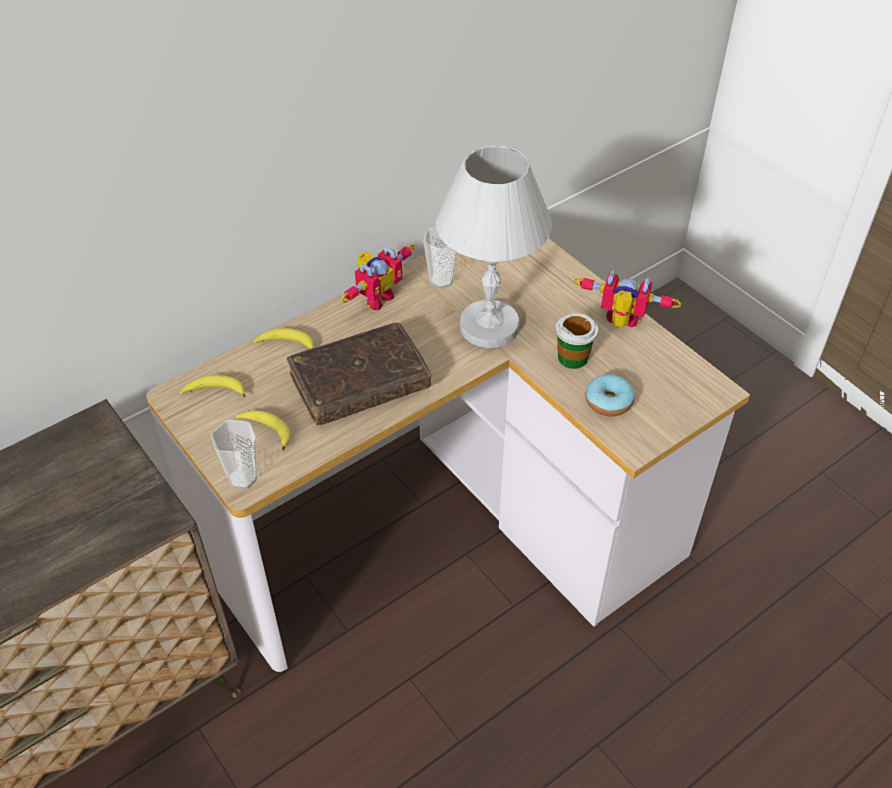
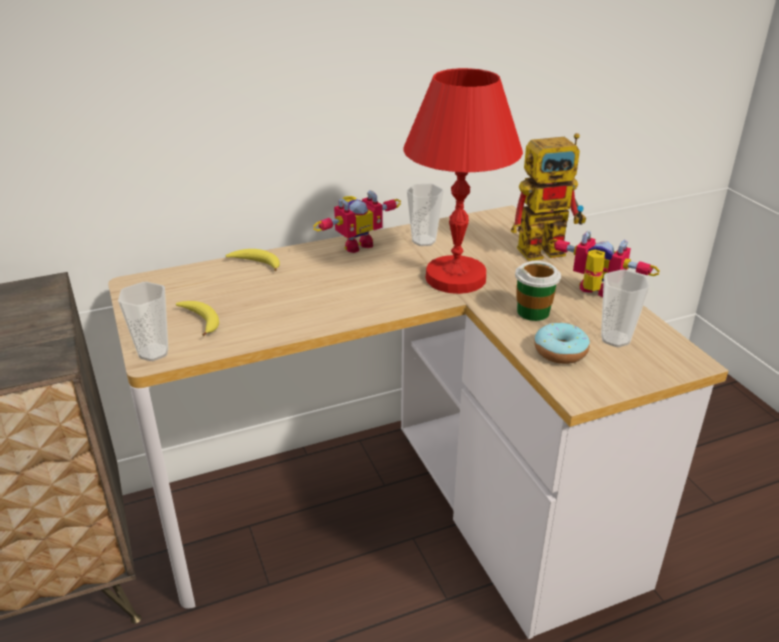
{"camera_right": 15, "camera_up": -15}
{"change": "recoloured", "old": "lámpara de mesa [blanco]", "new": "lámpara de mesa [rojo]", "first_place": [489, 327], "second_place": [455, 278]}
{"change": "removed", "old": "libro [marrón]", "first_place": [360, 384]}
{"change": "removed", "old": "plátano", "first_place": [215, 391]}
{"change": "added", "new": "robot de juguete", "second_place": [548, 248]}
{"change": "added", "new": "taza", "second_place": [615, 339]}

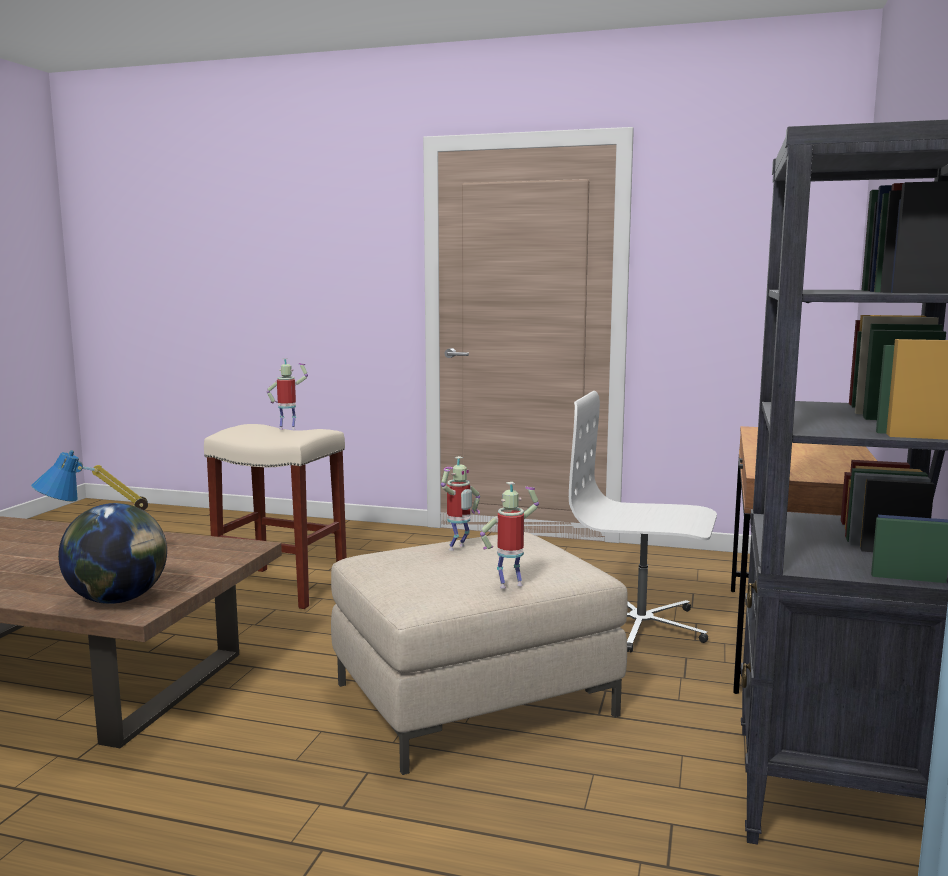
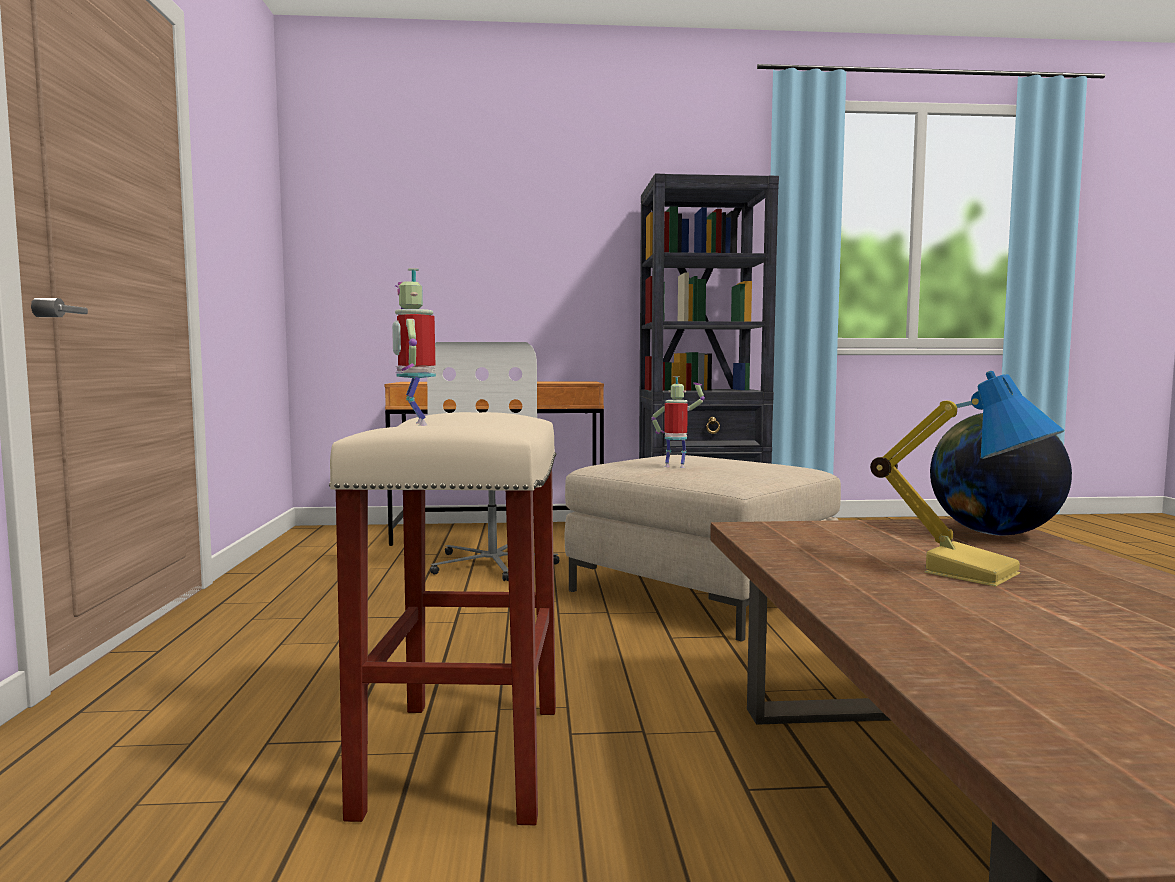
{"camera_right": -110, "camera_up": -5}
{"change": "removed", "old": "robot de juguete", "first_place": [510, 584]}

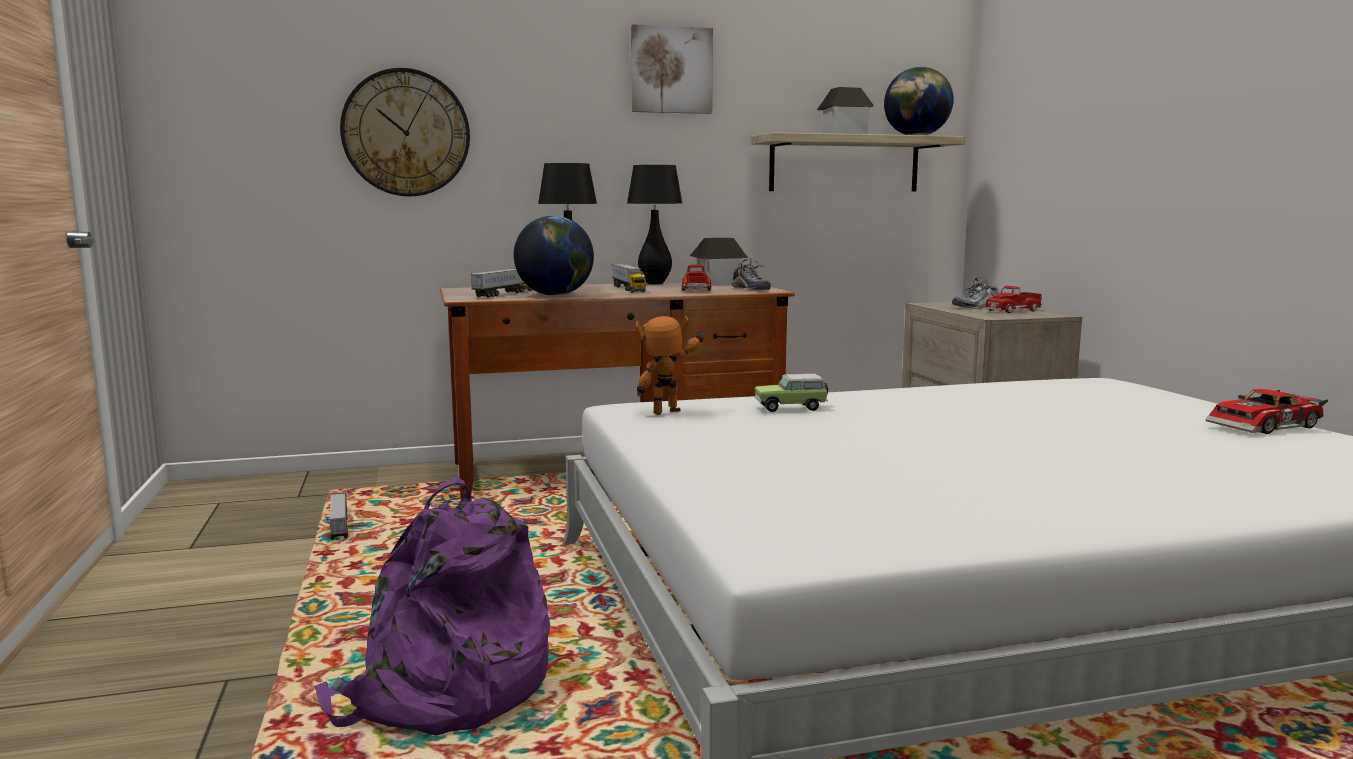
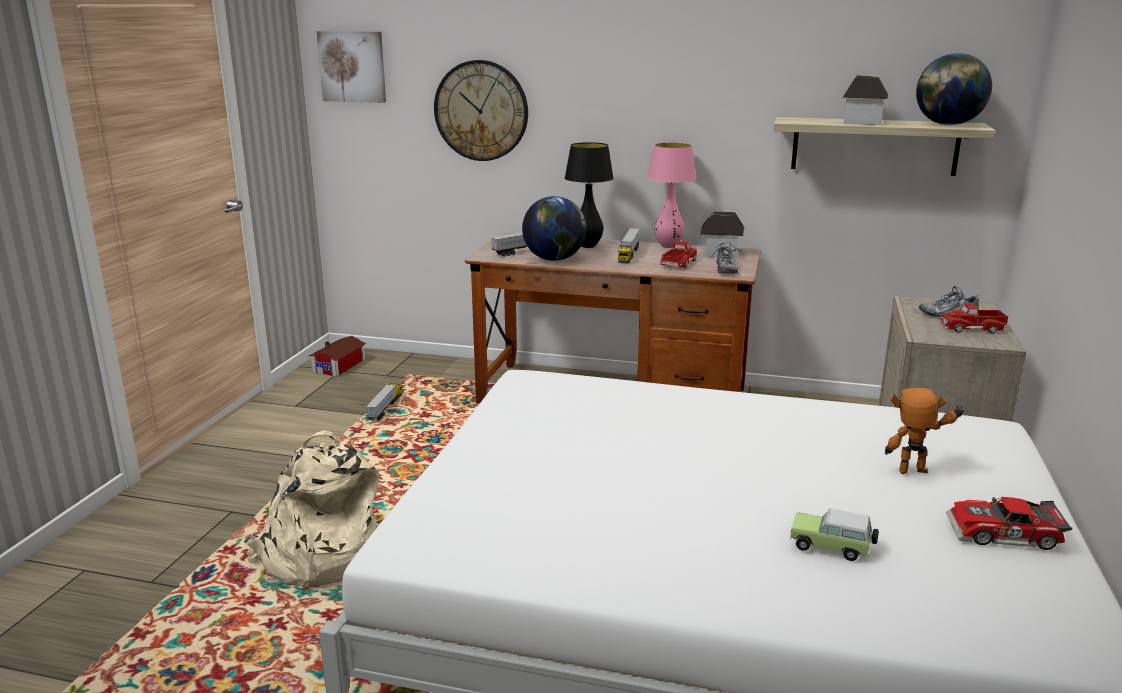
{"camera_right": 30, "camera_up": 10}
{"change": "moved", "old": "cuadro", "first_place": [671, 70], "second_place": [353, 66]}
{"change": "recoloured", "old": "lámpara de mesa [negro]", "new": "lámpara de mesa [rosa]", "first_place": [655, 283], "second_place": [668, 246]}
{"change": "moved", "old": "robot de juguete", "first_place": [670, 413], "second_place": [915, 474]}
{"change": "moved", "old": "coche de juguete", "first_place": [792, 408], "second_place": [832, 547]}
{"change": "recoloured", "old": "mochila [morado]", "new": "mochila [beis]", "first_place": [444, 691], "second_place": [319, 556]}
{"change": "added", "new": "casita", "second_place": [341, 365]}

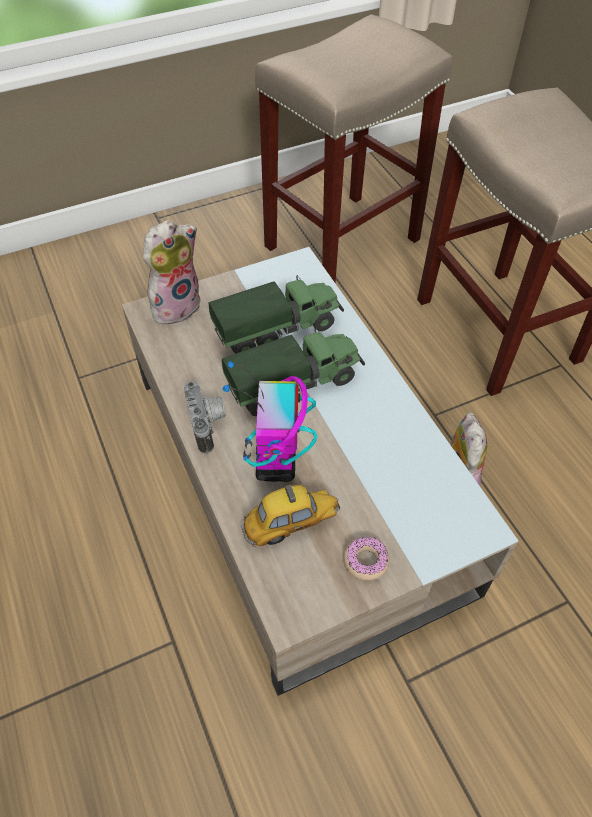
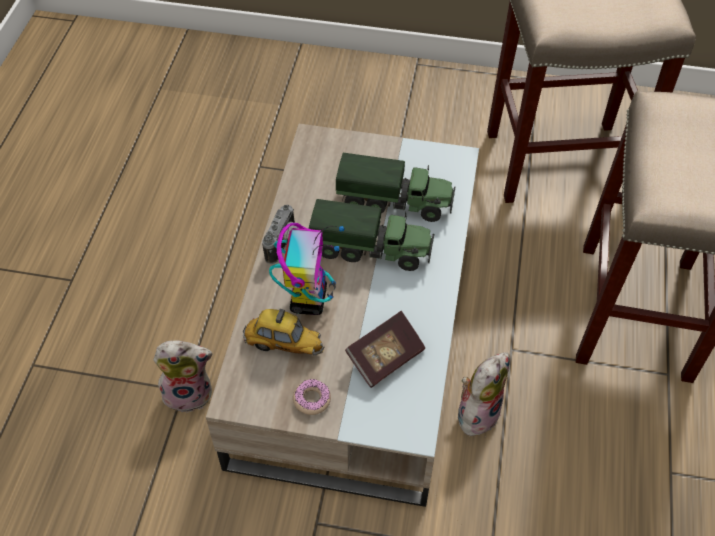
{"camera_right": 35, "camera_up": 0}
{"change": "moved", "old": "peluche", "first_place": [176, 305], "second_place": [189, 392]}
{"change": "turned", "old": "robot de juguete", "first_place": [276, 464], "second_place": [308, 298], "degrees": 150}
{"change": "added", "new": "libro", "second_place": [385, 357]}

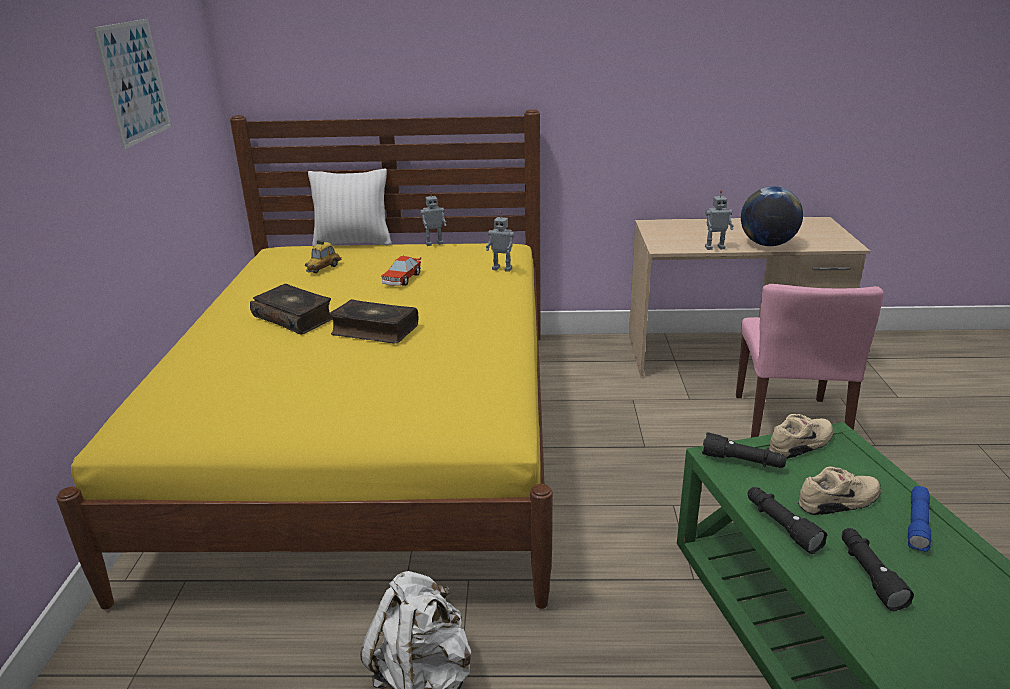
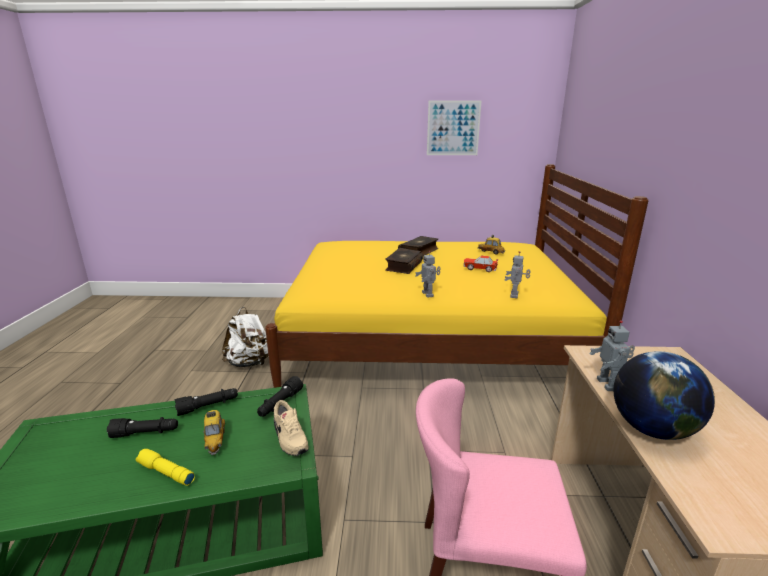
{"camera_right": 90, "camera_up": -5}
{"change": "removed", "old": "cojín [blanco]", "first_place": [353, 243]}
{"change": "moved", "old": "robot de juguete", "first_place": [434, 243], "second_place": [428, 294]}
{"change": "replaced", "old": "zapato [beis]", "new": "coche de juguete", "first_place": [839, 502], "second_place": [215, 440]}
{"change": "recoloured", "old": "linterna [azul]", "new": "linterna [amarillo]", "first_place": [918, 525], "second_place": [165, 473]}

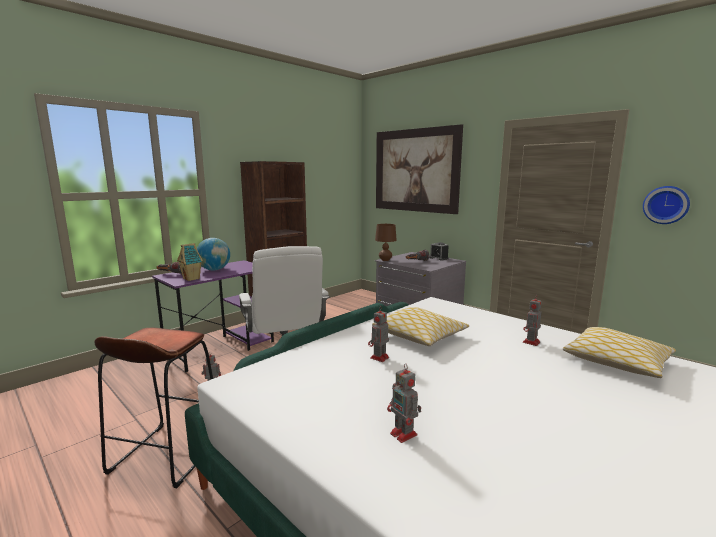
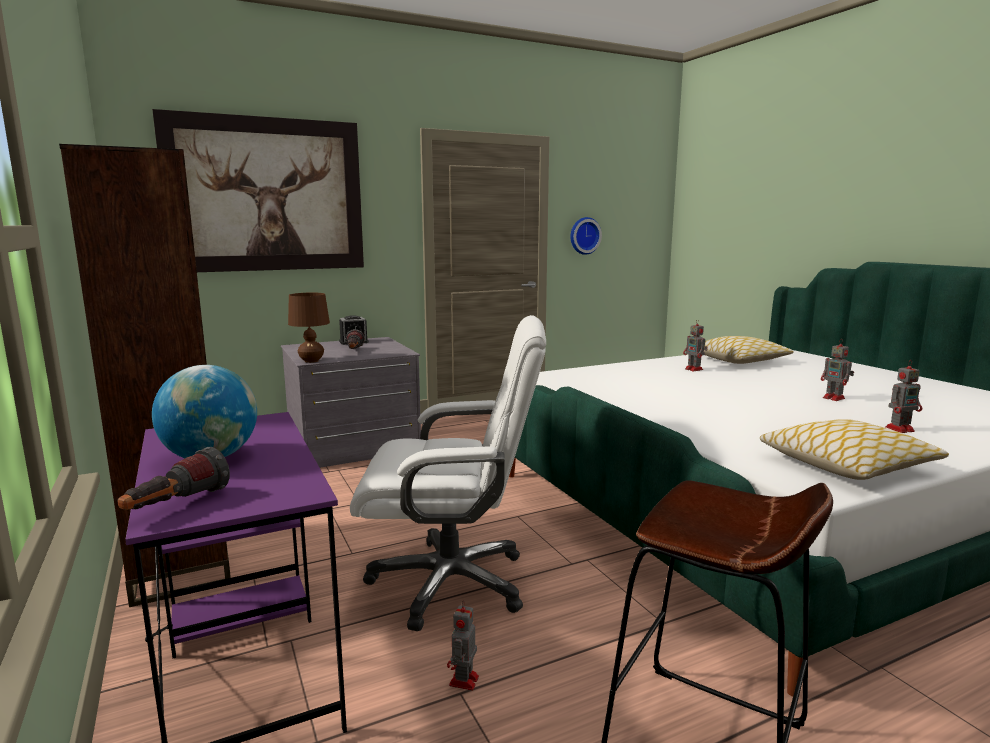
{"camera_right": -70, "camera_up": 0}
{"change": "removed", "old": "casita", "first_place": [192, 279]}
{"change": "moved", "old": "cojín", "first_place": [420, 336], "second_place": [846, 465]}
{"change": "moved", "old": "robot de juguete", "first_place": [379, 358], "second_place": [834, 398]}

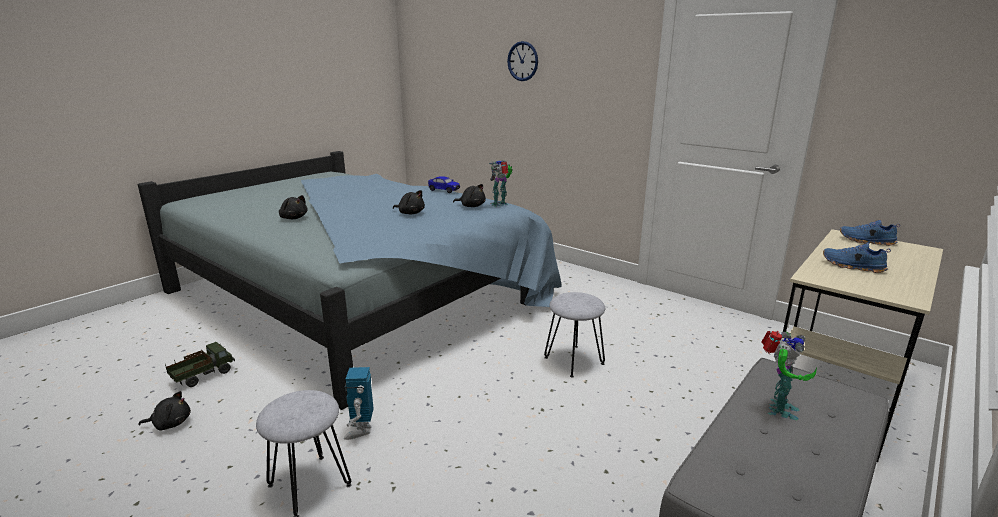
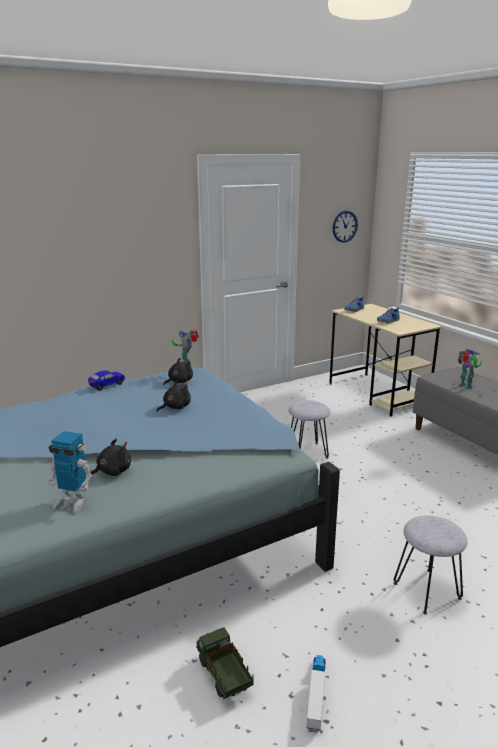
{"camera_right": -70, "camera_up": 0}
{"change": "moved", "old": "reloj de pared", "first_place": [522, 61], "second_place": [344, 226]}
{"change": "moved", "old": "robot de juguete", "first_place": [360, 430], "second_place": [72, 502]}
{"change": "replaced", "old": "peluche [negro]", "new": "camión de juguete", "first_place": [170, 423], "second_place": [316, 695]}

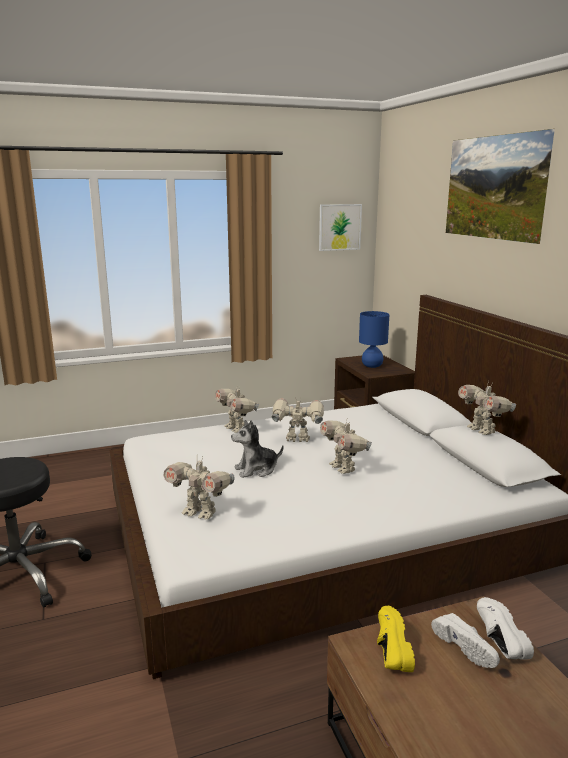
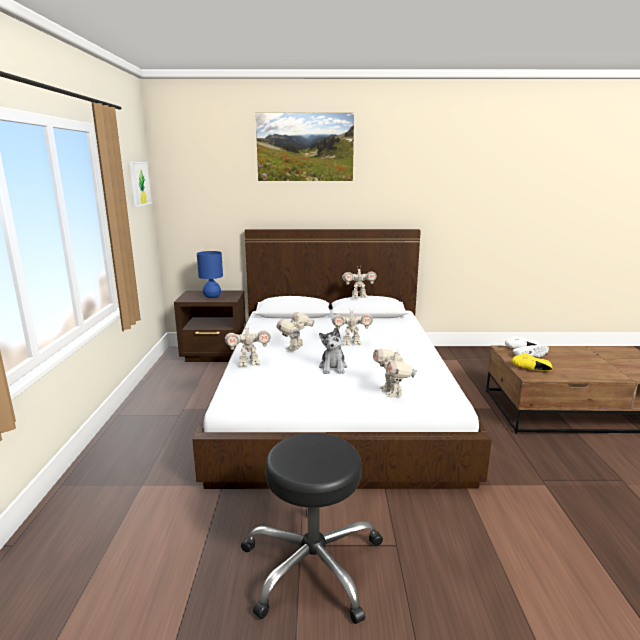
{"camera_right": -70, "camera_up": 0}
{"change": "turned", "old": "robot de juguete", "first_place": [200, 512], "second_place": [392, 392], "degrees": 120}

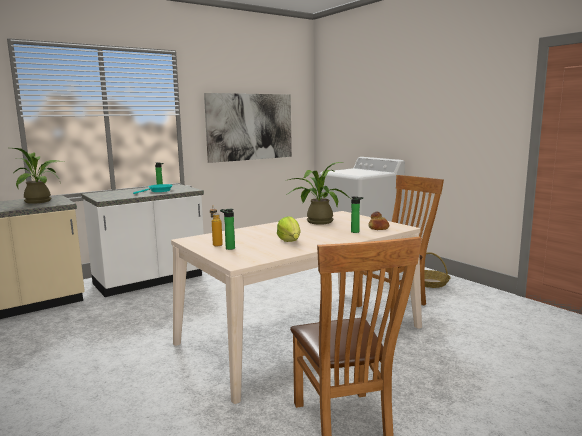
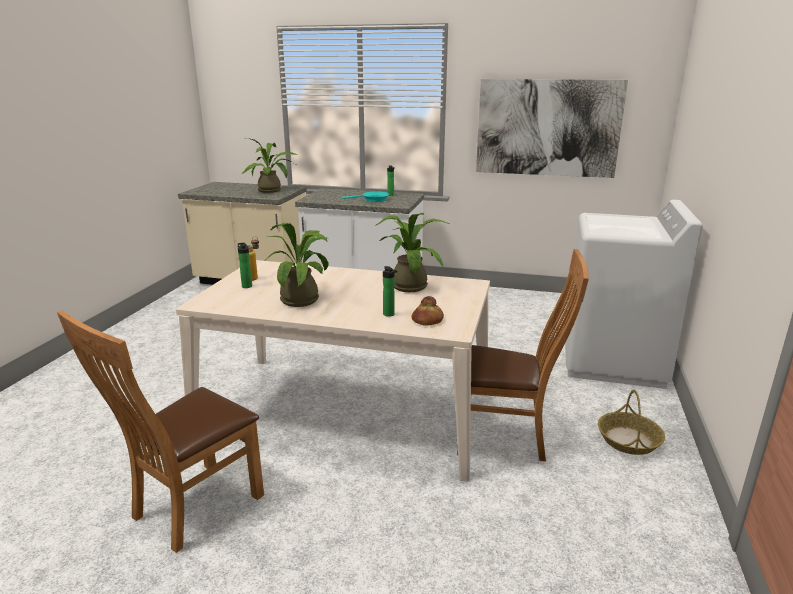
{"camera_right": 50, "camera_up": 10}
{"change": "replaced", "old": "lechuga", "new": "planta en maceta", "first_place": [290, 241], "second_place": [303, 299]}

